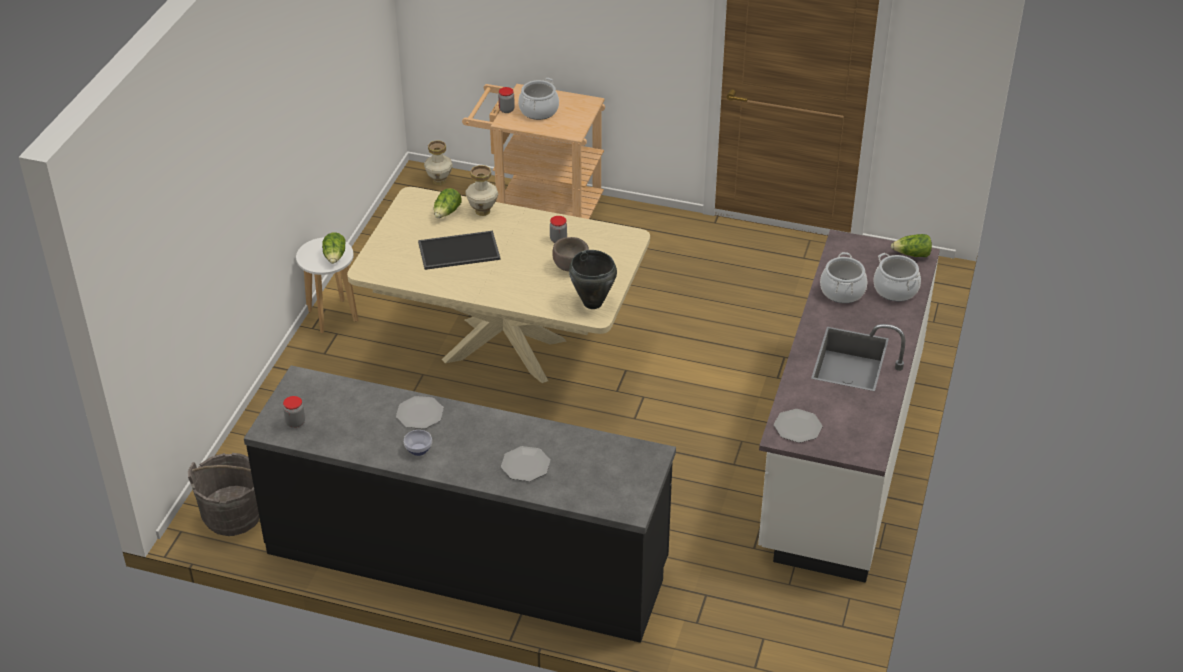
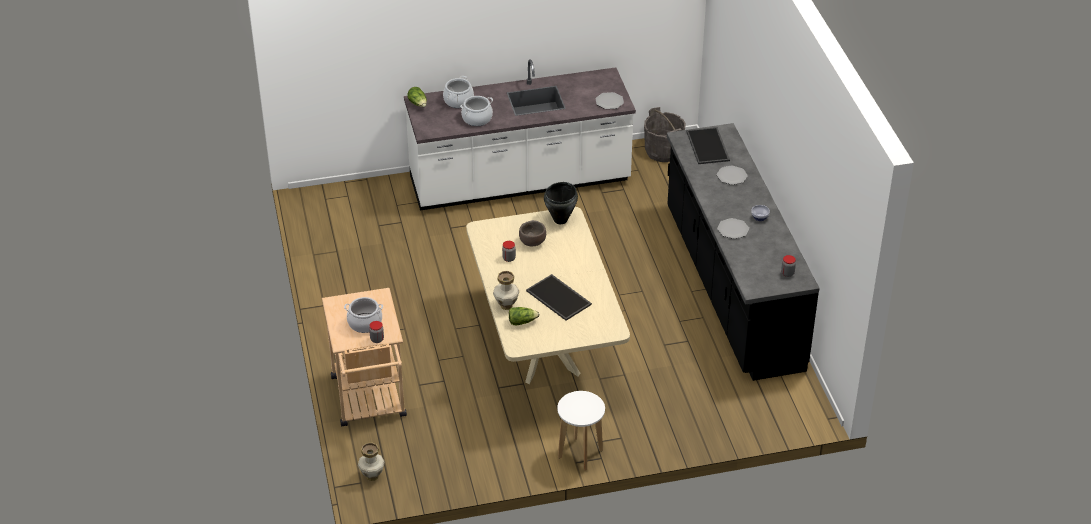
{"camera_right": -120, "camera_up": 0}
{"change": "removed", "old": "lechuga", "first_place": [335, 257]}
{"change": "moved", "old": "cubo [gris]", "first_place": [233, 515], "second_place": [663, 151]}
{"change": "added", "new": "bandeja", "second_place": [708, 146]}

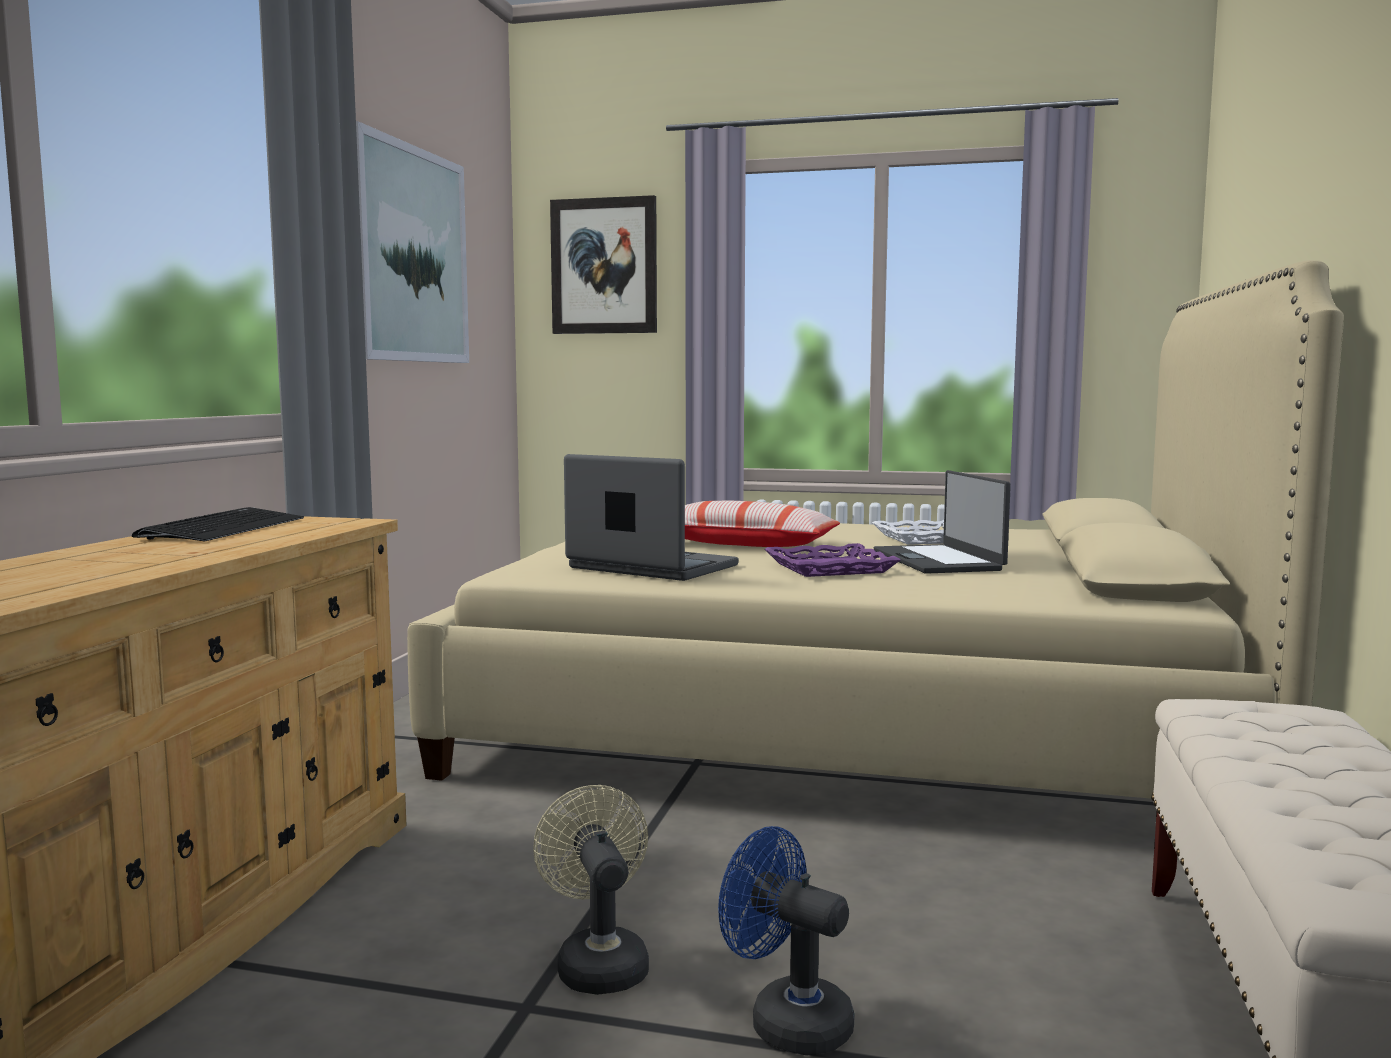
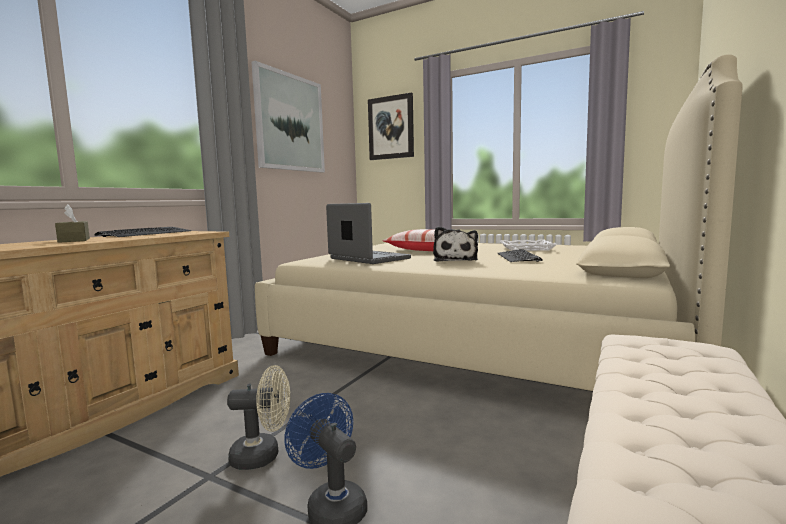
{"camera_right": 15, "camera_up": 0}
{"change": "replaced", "old": "portátil", "new": "teclado", "first_place": [938, 560], "second_place": [518, 257]}
{"change": "replaced", "old": "bandeja [morado]", "new": "peluche", "first_place": [830, 568], "second_place": [455, 260]}
{"change": "turned", "old": "ventilador [beis]", "first_place": [598, 962], "second_place": [263, 456], "degrees": 90}
{"change": "added", "new": "caja de pañuelos [marrón]", "second_place": [74, 240]}

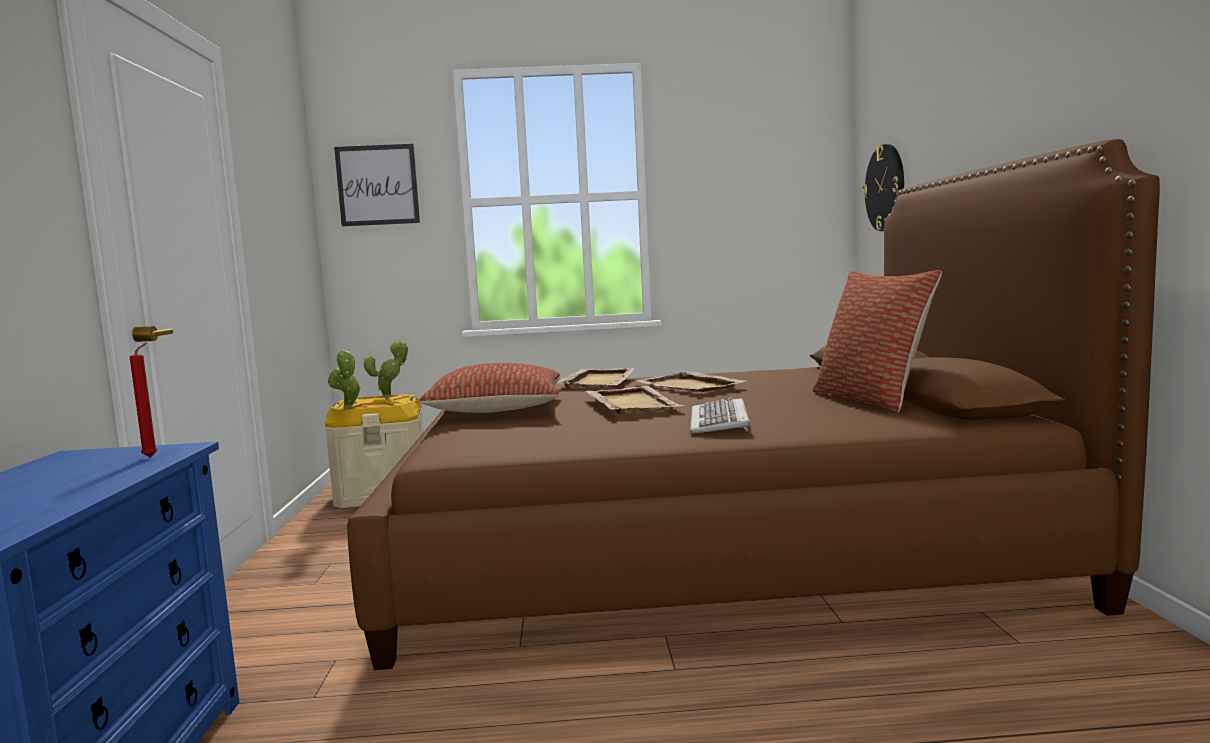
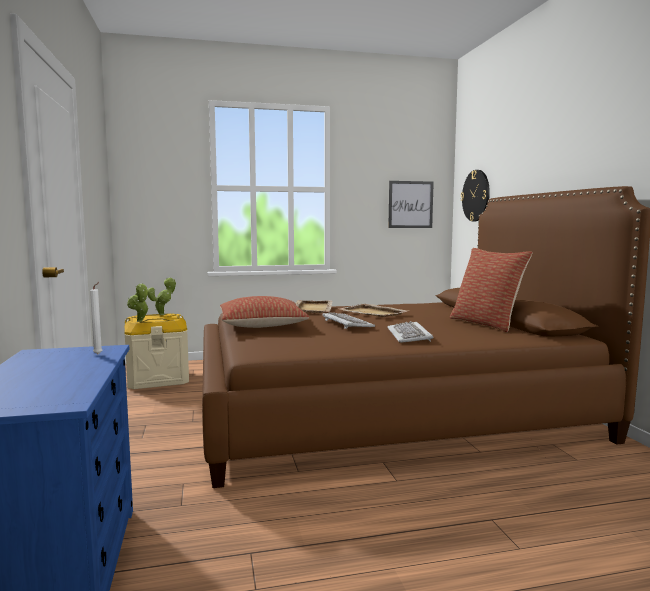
{"camera_right": -10, "camera_up": 0}
{"change": "moved", "old": "cuadro", "first_place": [377, 185], "second_place": [410, 204]}
{"change": "recoloured", "old": "vela [rojo]", "new": "vela [blanco]", "first_place": [152, 456], "second_place": [99, 354]}
{"change": "replaced", "old": "bandeja [beis]", "new": "teclado", "first_place": [631, 403], "second_place": [346, 323]}

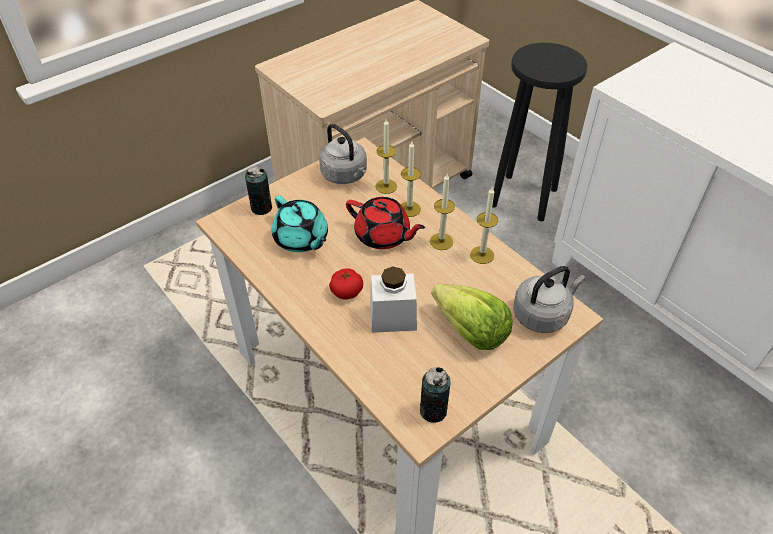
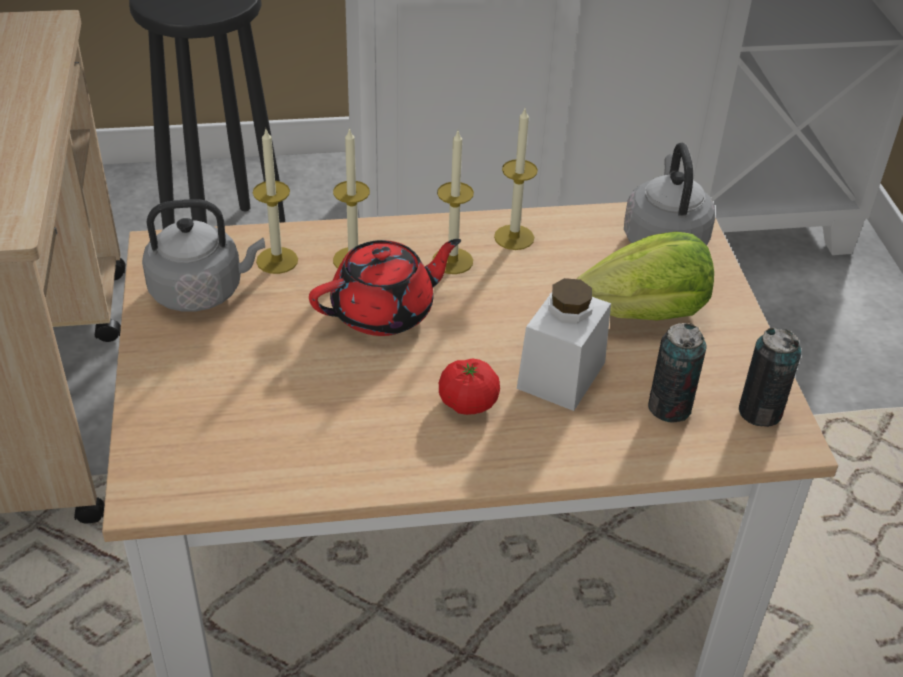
{"camera_right": -60, "camera_up": -5}
{"change": "moved", "old": "lata", "first_place": [261, 208], "second_place": [669, 407]}
{"change": "removed", "old": "tetera [turquesa]", "first_place": [301, 239]}

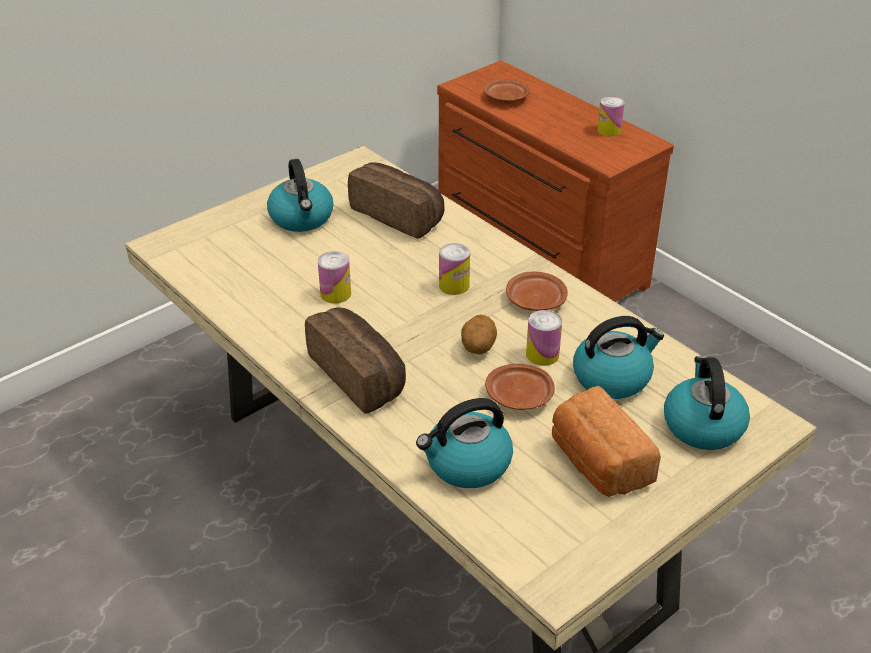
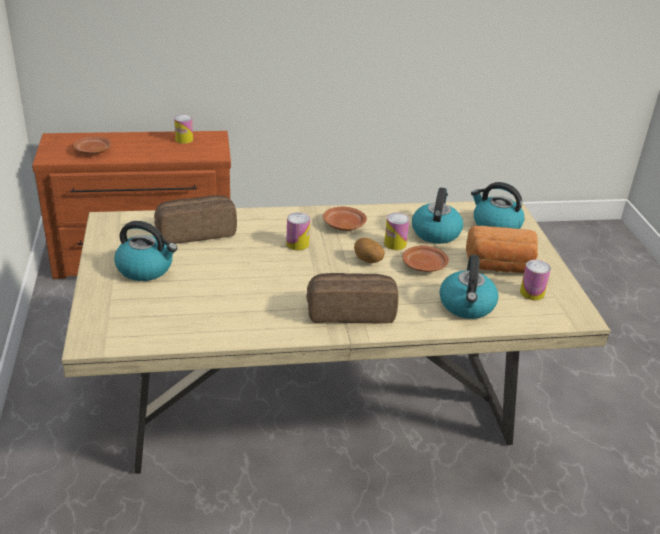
{"camera_right": -60, "camera_up": -5}
{"change": "moved", "old": "lata", "first_place": [335, 293], "second_place": [532, 293]}

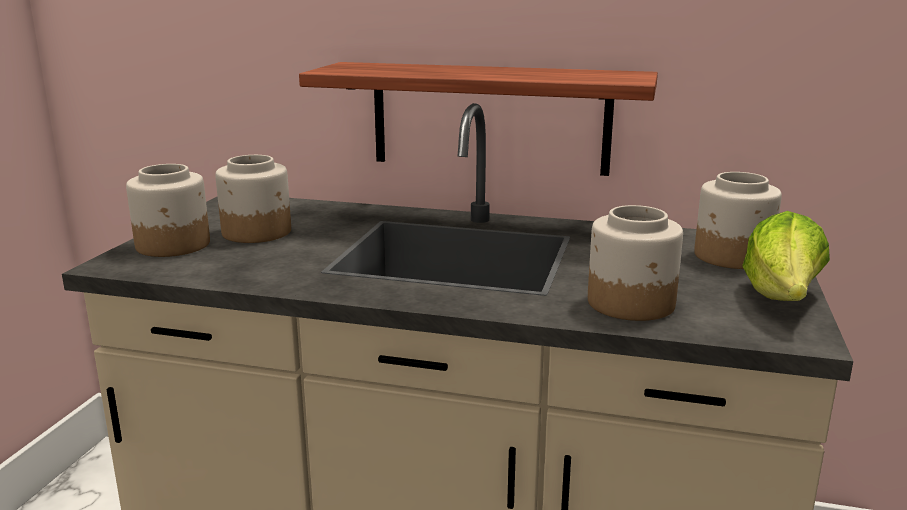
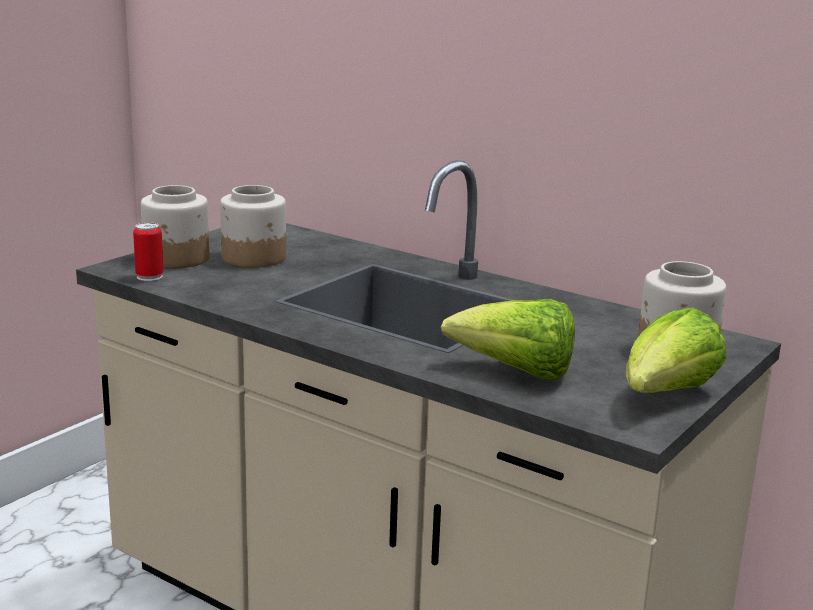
{"camera_right": 20, "camera_up": 0}
{"change": "removed", "old": "estante", "first_place": [490, 118]}
{"change": "replaced", "old": "tarro", "new": "lechuga", "first_place": [632, 304], "second_place": [516, 373]}
{"change": "added", "new": "lata", "second_place": [149, 277]}

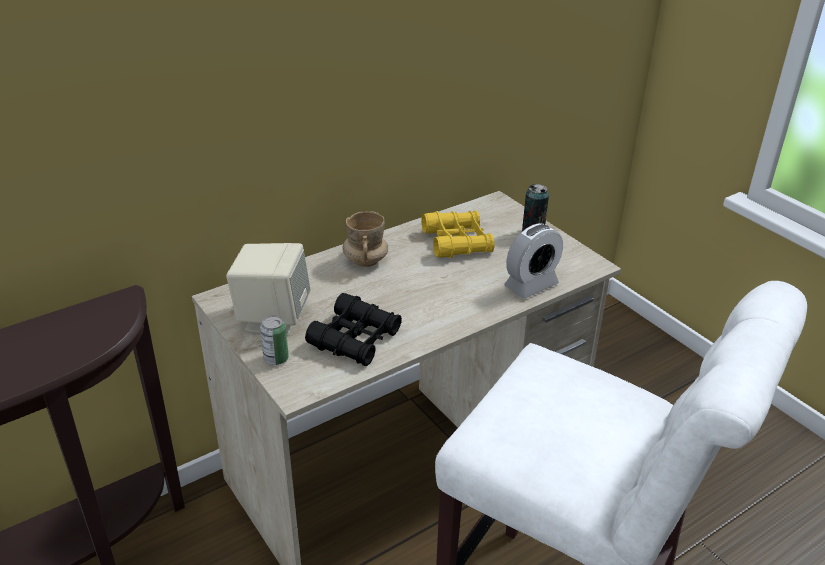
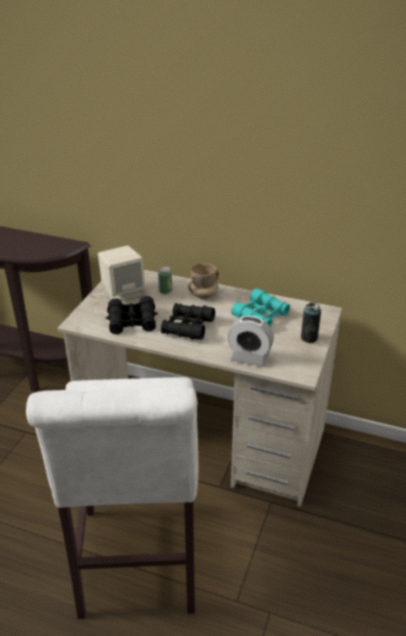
{"camera_right": 55, "camera_up": 0}
{"change": "recoloured", "old": "prismáticos [amarillo]", "new": "prismáticos [turquesa]", "first_place": [457, 242], "second_place": [261, 315]}
{"change": "moved", "old": "lata", "first_place": [276, 359], "second_place": [165, 291]}
{"change": "added", "new": "prismáticos [negro]", "second_place": [188, 327]}

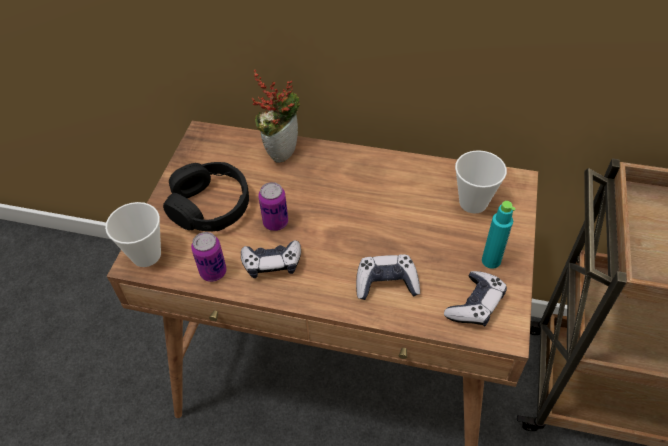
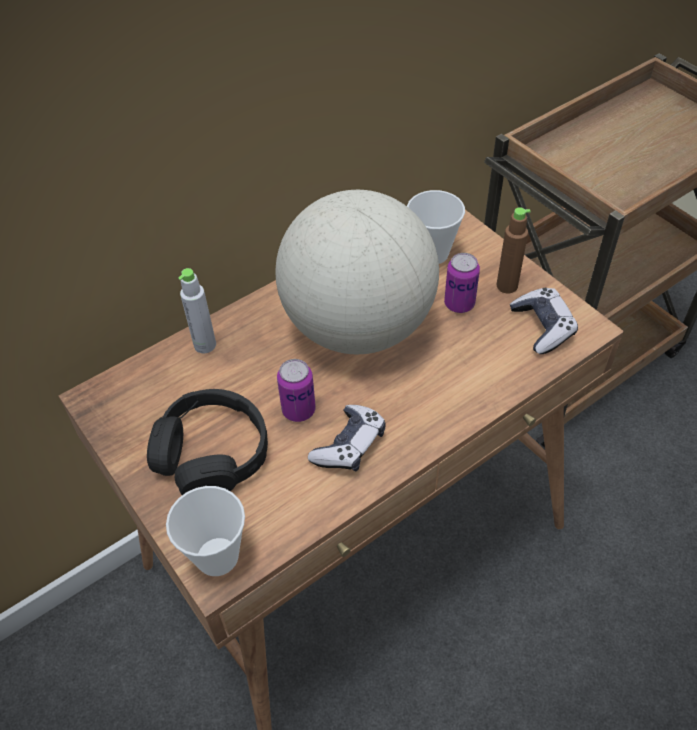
{"camera_right": -50, "camera_up": 0}
{"change": "replaced", "old": "planta en maceta", "new": "botella [gris]", "first_place": [281, 150], "second_place": [205, 345]}
{"change": "recoloured", "old": "botella [turquesa]", "new": "botella [marrón]", "first_place": [491, 261], "second_place": [507, 286]}
{"change": "moved", "old": "lata", "first_place": [213, 272], "second_place": [459, 304]}
{"change": "removed", "old": "mando de consola", "first_place": [386, 283]}
{"change": "added", "new": "globo terráqueo", "second_place": [358, 326]}

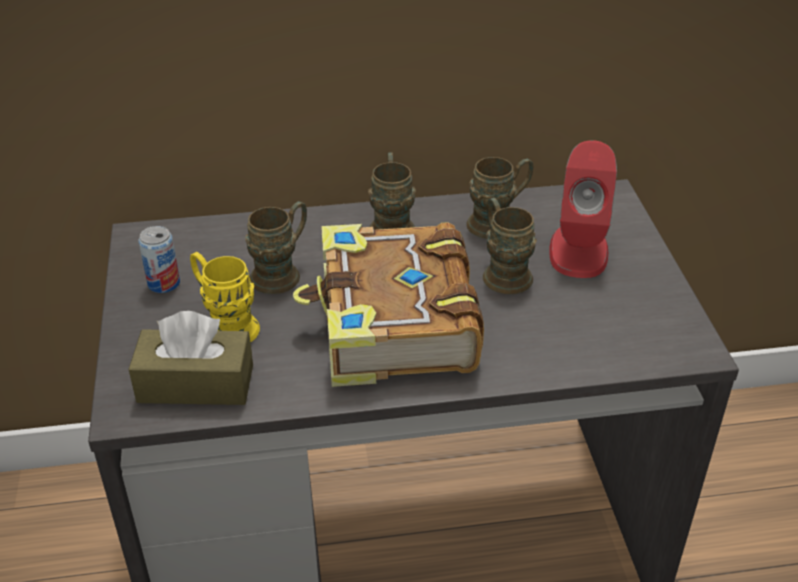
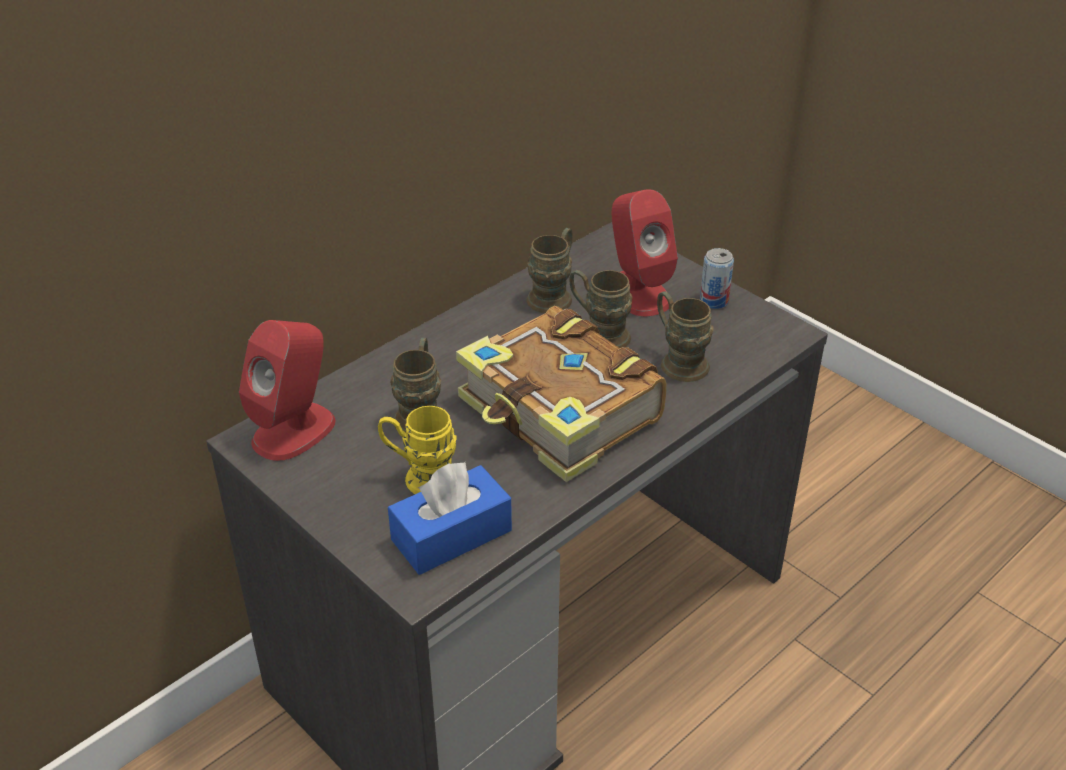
{"camera_right": -35, "camera_up": 0}
{"change": "moved", "old": "taza grande [marrón]", "first_place": [391, 224], "second_place": [678, 361]}
{"change": "moved", "old": "lata", "first_place": [164, 283], "second_place": [714, 301]}
{"change": "recoloured", "old": "caja de pañuelos [marrón]", "new": "caja de pañuelos [azul]", "first_place": [196, 384], "second_place": [451, 535]}
{"change": "added", "new": "altavoz [rojo]", "second_place": [294, 430]}

